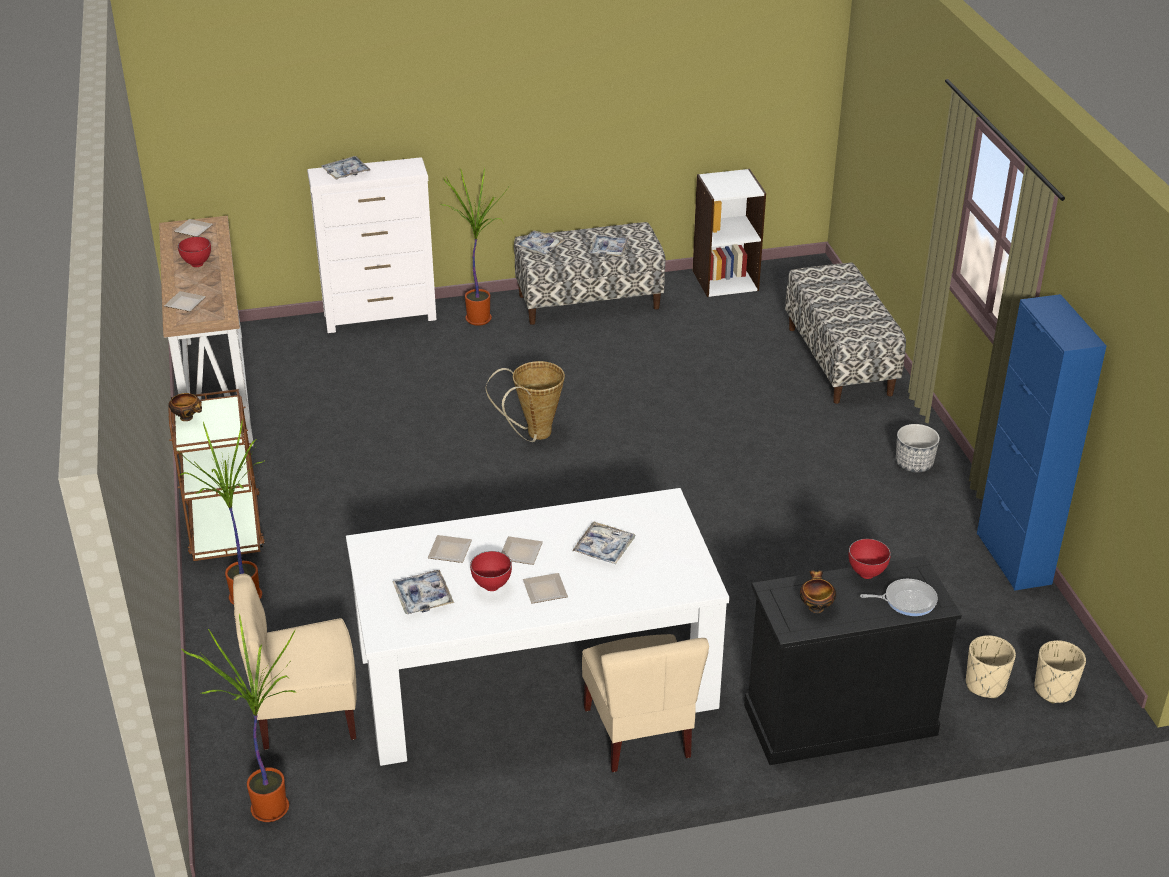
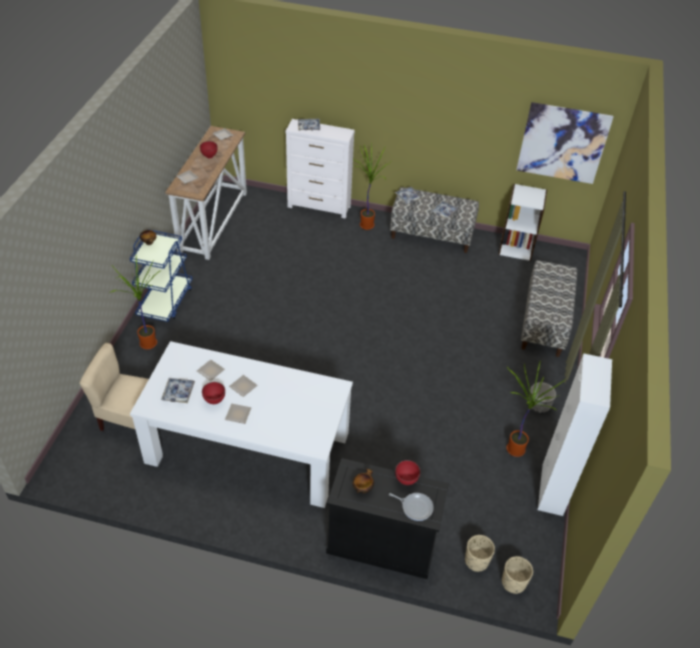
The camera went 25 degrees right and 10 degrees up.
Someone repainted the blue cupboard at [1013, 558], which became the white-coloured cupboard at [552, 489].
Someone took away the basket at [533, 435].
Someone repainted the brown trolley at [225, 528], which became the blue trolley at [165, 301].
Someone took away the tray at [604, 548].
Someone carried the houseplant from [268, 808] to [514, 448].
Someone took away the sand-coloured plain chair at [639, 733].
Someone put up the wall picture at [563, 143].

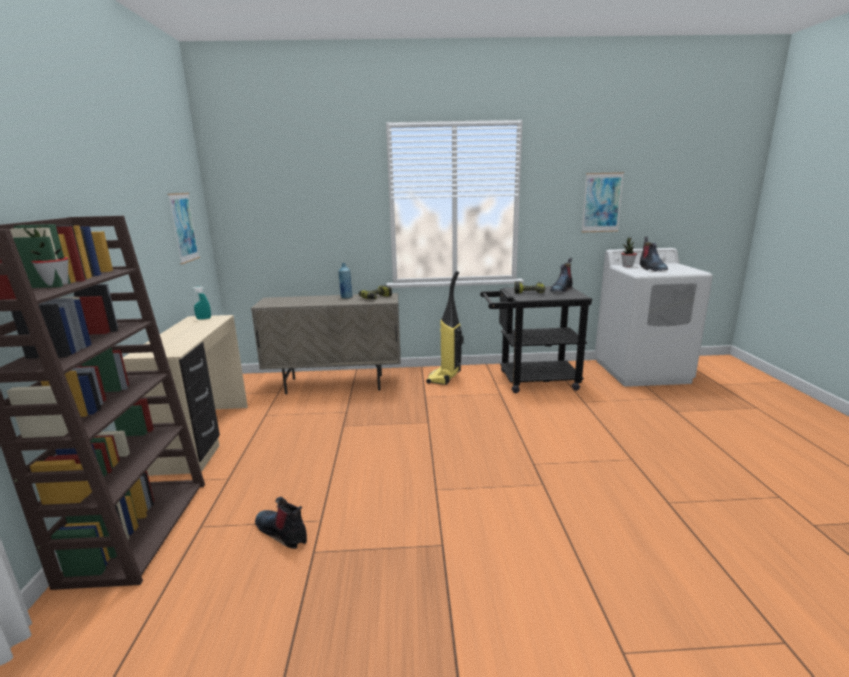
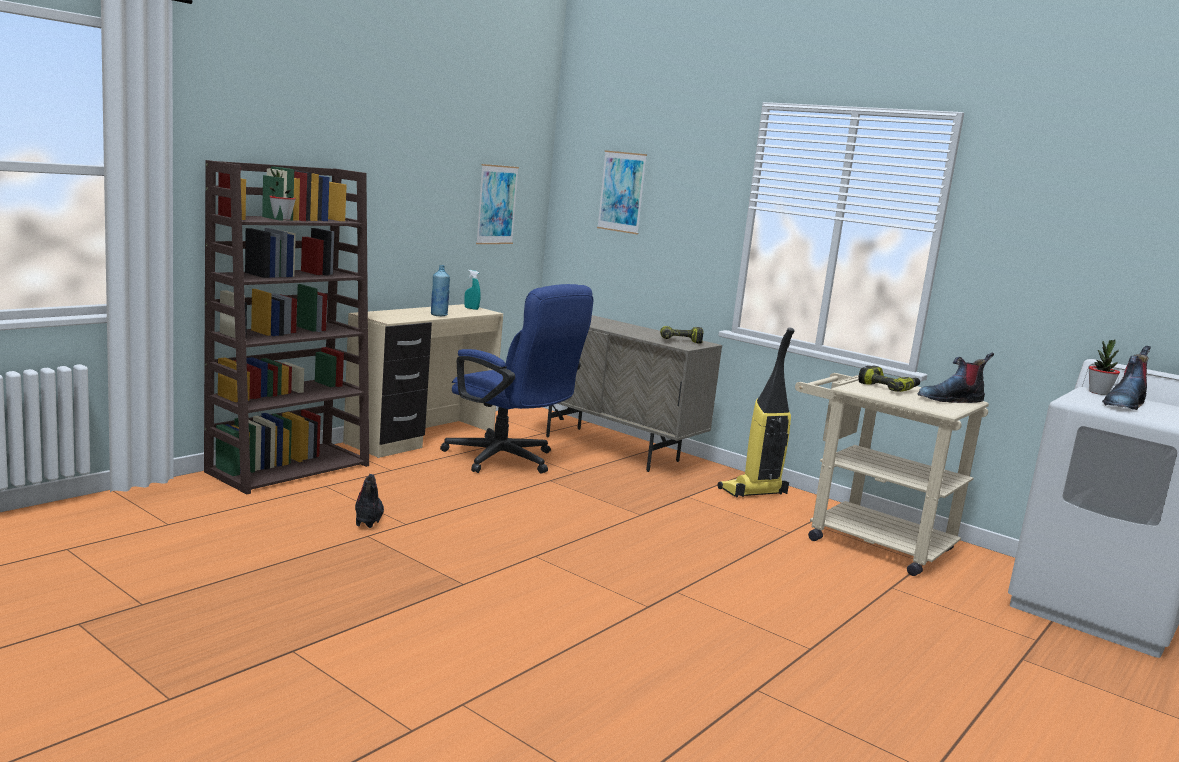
The camera went 40 degrees right and 5 degrees down.
Someone carried the wall picture from [602, 202] to [622, 192].
Someone carried the blue beverage bottle from [346, 297] to [439, 315].
Someone repainted the black-coloured trolley at [530, 380], which became the sand-coloured trolley at [867, 541].
Someone put down the blue desk chair at [508, 460].

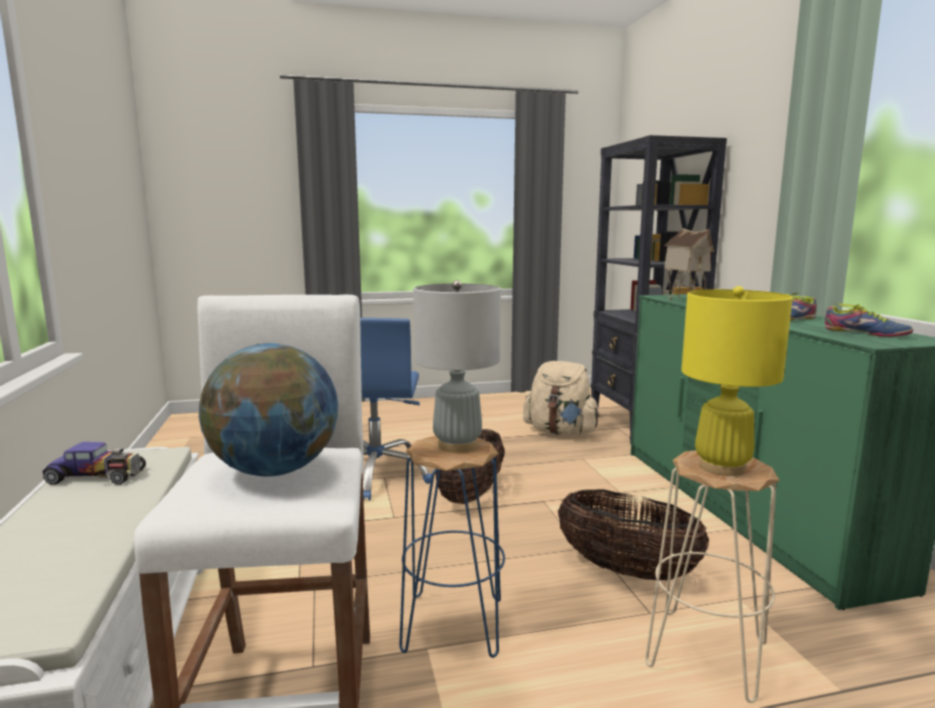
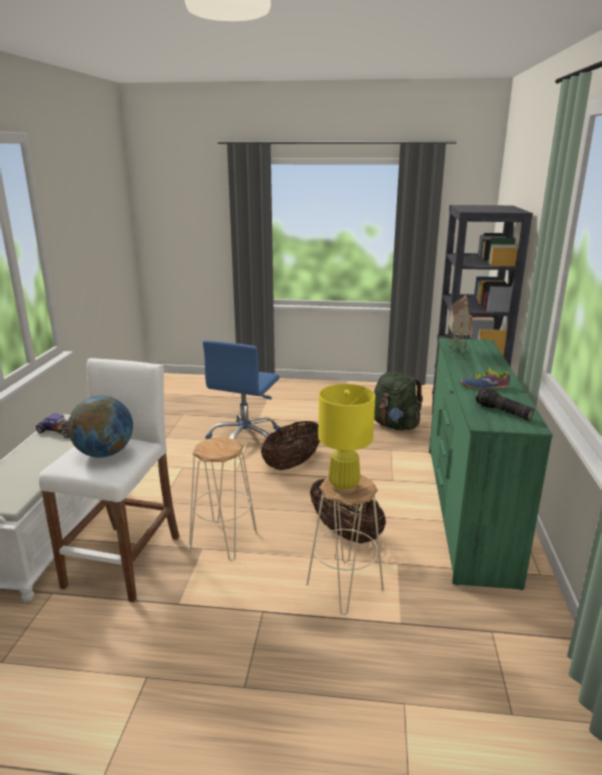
The camera went 20 degrees right and 10 degrees up.
Someone took away the gray lamp for a table at [457, 445].
Someone swapped the shoe at [865, 333] for the torch at [502, 412].
Someone repainted the sand-coloured backpack at [560, 432], which became the green-coloured backpack at [394, 425].
Someone repainted the blue stool seat at [454, 624], which became the sand-coloured stool seat at [224, 540].

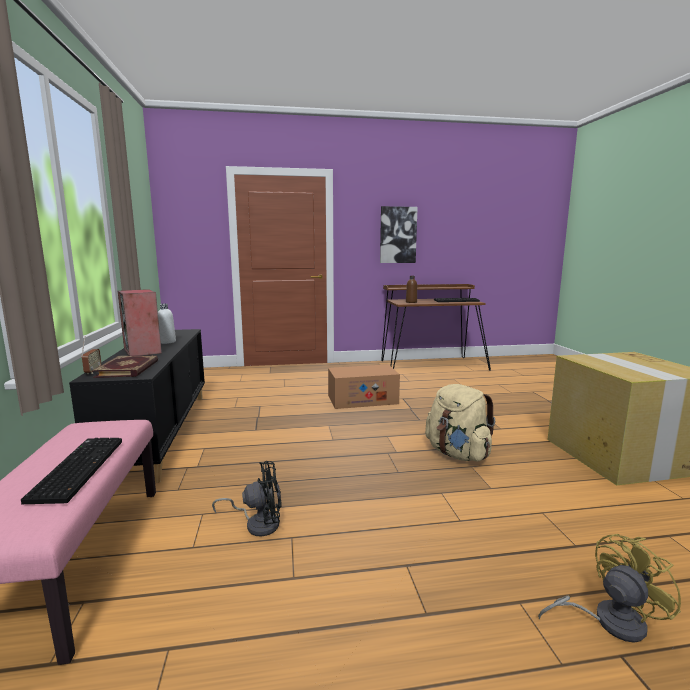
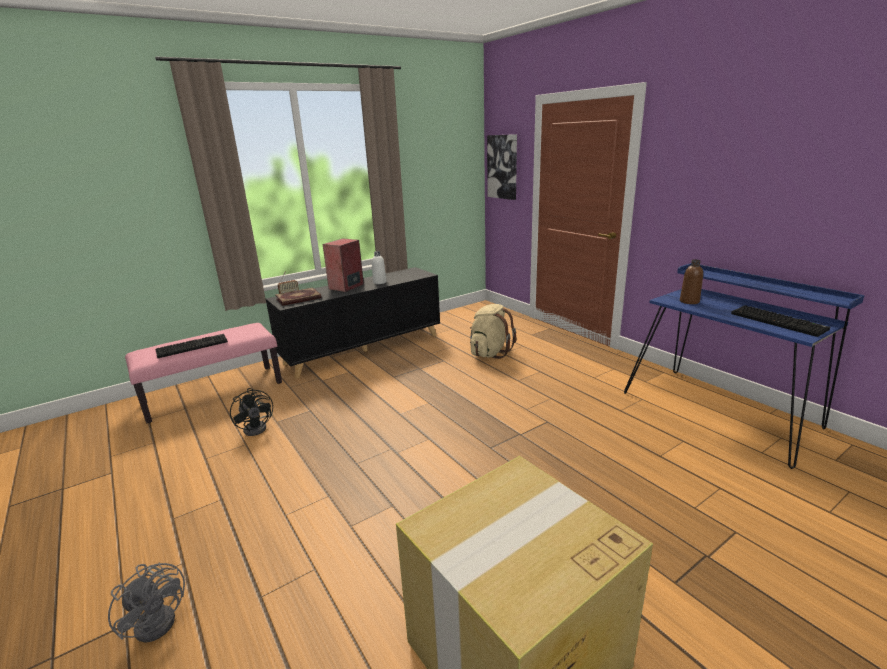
The camera went 65 degrees right and 10 degrees up.
Someone carried the wall picture from [398, 235] to [503, 167].
Someone repainted the brown desk at [431, 365], which became the blue desk at [722, 410].
Someone took away the carton at [362, 400].
Someone carried the sand-coloured backpack from [457, 454] to [489, 353].
Someone repainted the yellow cooling fan at [608, 621], which became the gray cooling fan at [160, 618].

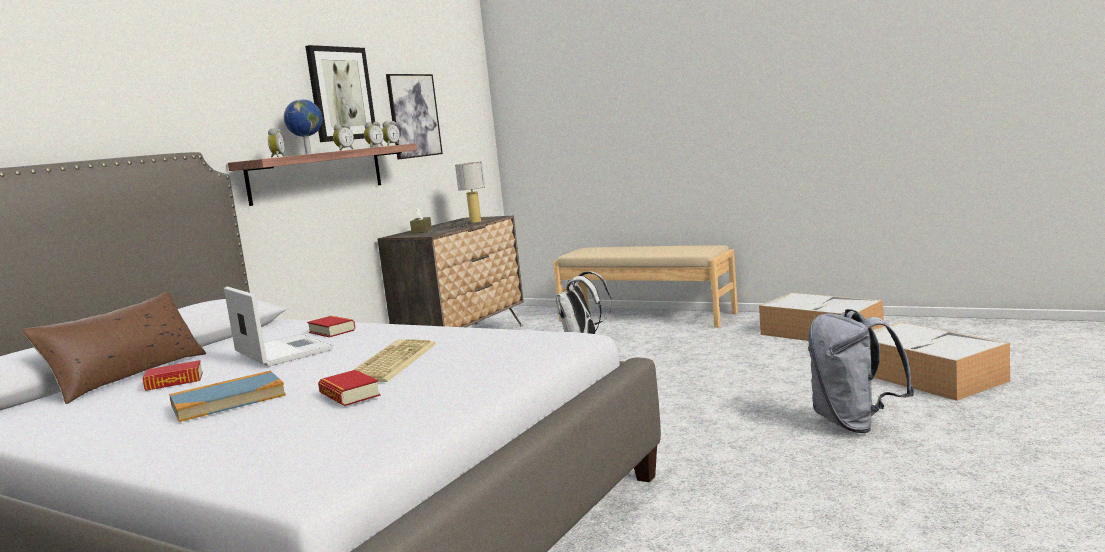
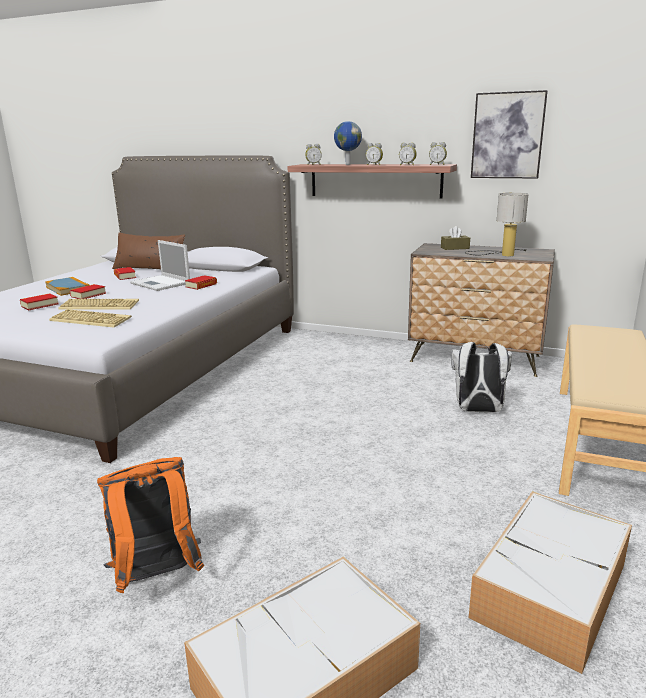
The camera went 80 degrees right and 10 degrees up.
Someone took away the wall picture at [341, 94].
Someone rotated the laptop at [282, 351] by 90 degrees clockwise.
Someone repainted the gray backpack at [855, 424], which became the orange backpack at [157, 577].
Someone put down the volume at [88, 295].
Someone put down the PC keyboard at [92, 319].

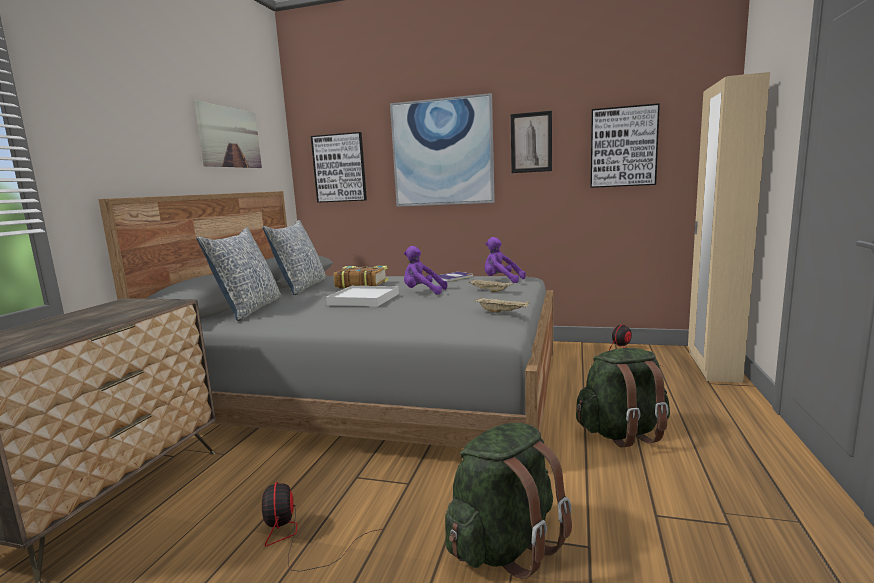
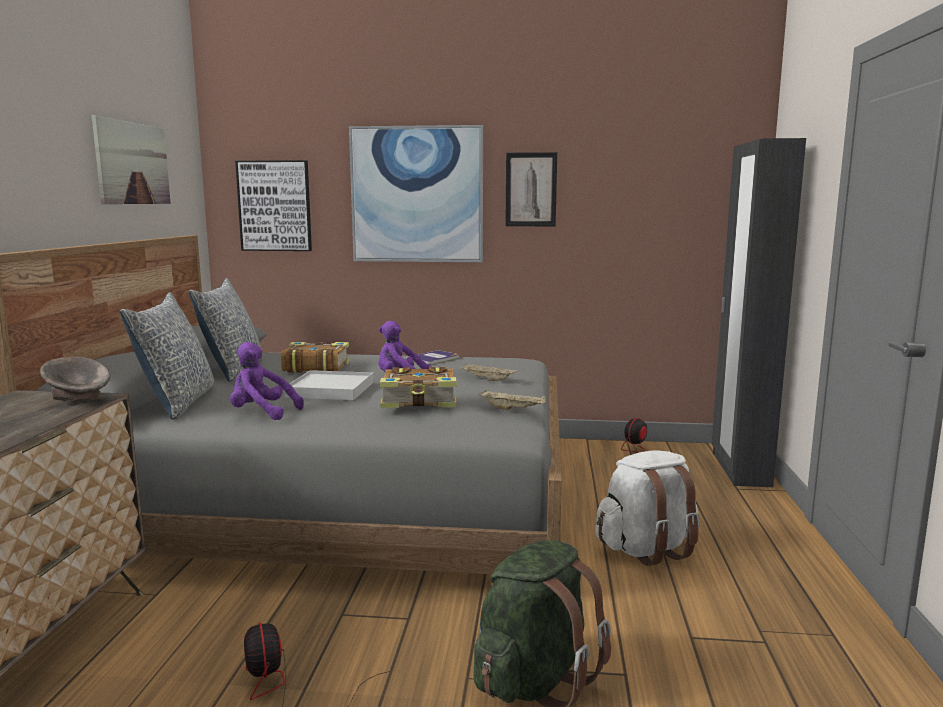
The camera went 10 degrees left and 0 degrees up.
Someone repainted the sand-coloured wardrobe at [712, 367], which became the black-coloured wardrobe at [739, 469].
Someone took away the wall picture at [623, 147].
Someone carried the purple soft toy from [501, 281] to [261, 413].
Someone repainted the green-coloured backpack at [622, 433], which became the white-coloured backpack at [647, 549].
Someone put down the gray bowl at [80, 402].
Someone put down the volume at [420, 401].

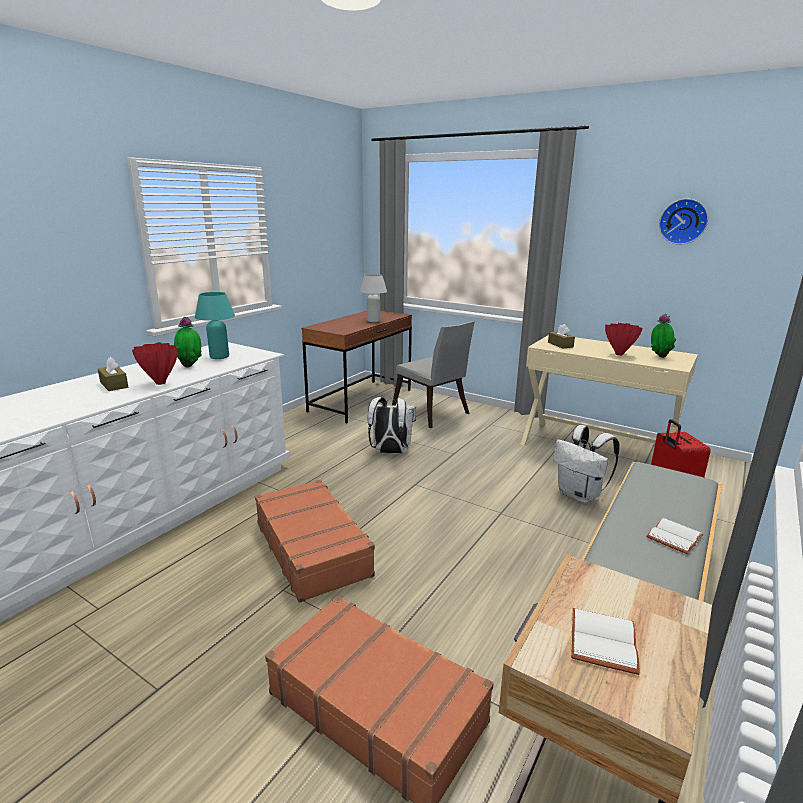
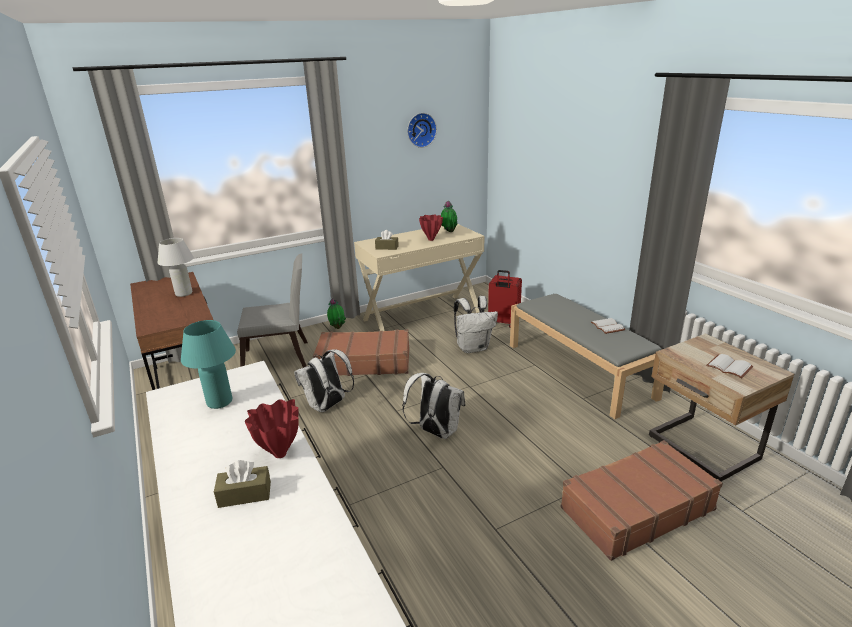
The camera went 60 degrees left and 5 degrees up.
Someone carried the houseplant from [190, 366] to [337, 327].
Someone carried the brown piece of luggage from [313, 548] to [364, 362].
Someone put down the white-coloured backpack at [435, 432].

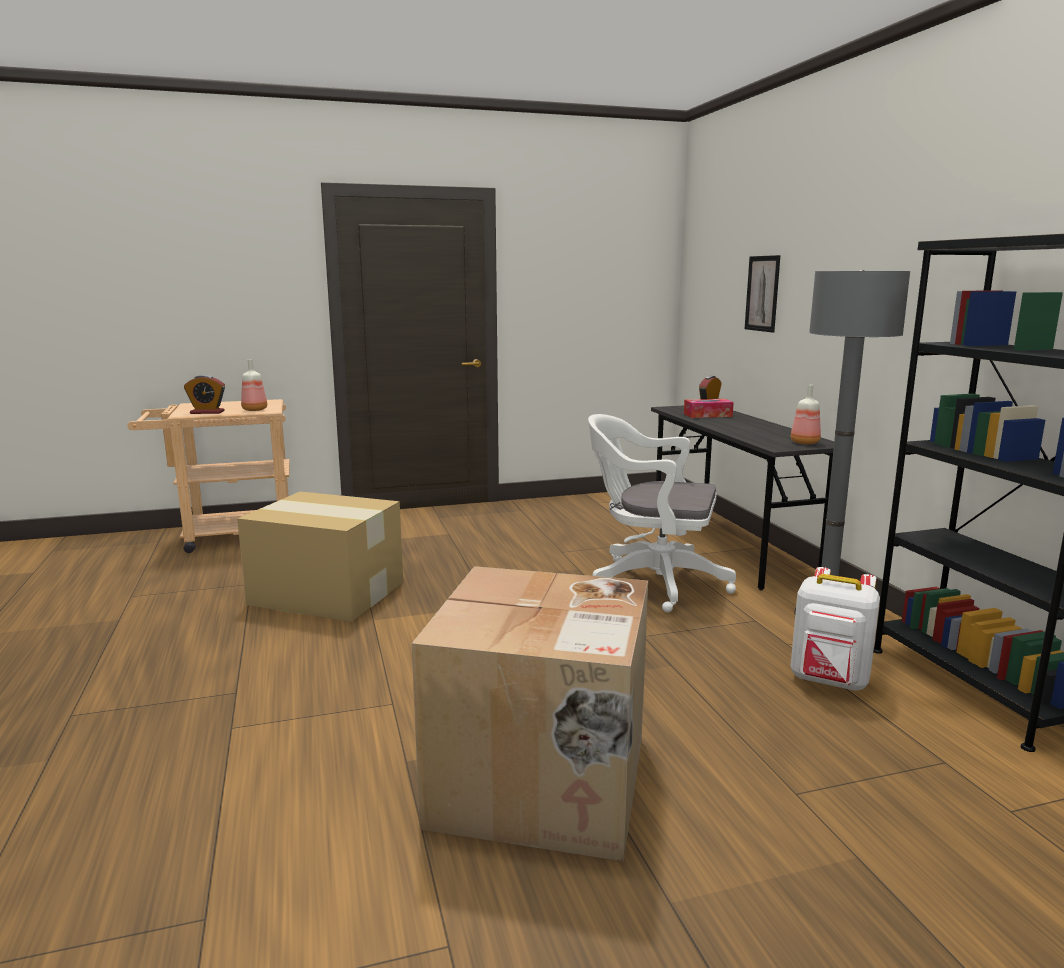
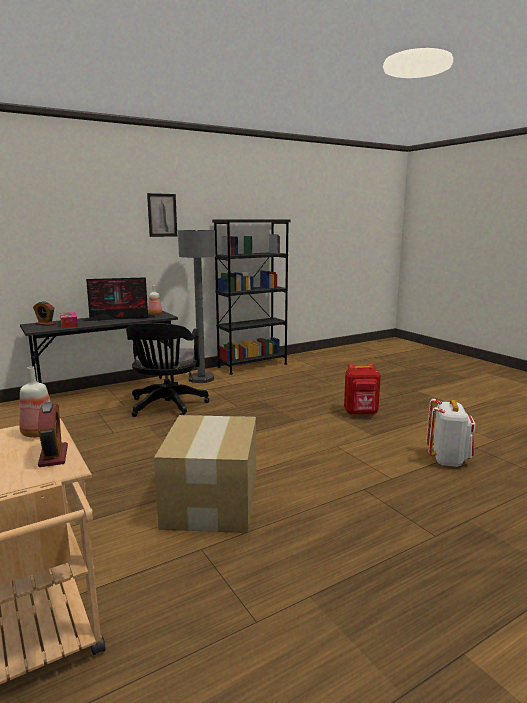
The camera went 105 degrees left and 0 degrees up.
Someone carried the wall picture from [762, 293] to [162, 215].
Someone repainted the white-coloured desk chair at [651, 582], which became the black-coloured desk chair at [167, 407].
Someone swapped the carton at [542, 783] for the reddish backpack at [361, 413].
Someone carried the white-coloured backpack from [829, 681] to [447, 460].
Someone put down the computer screen at [120, 318].

